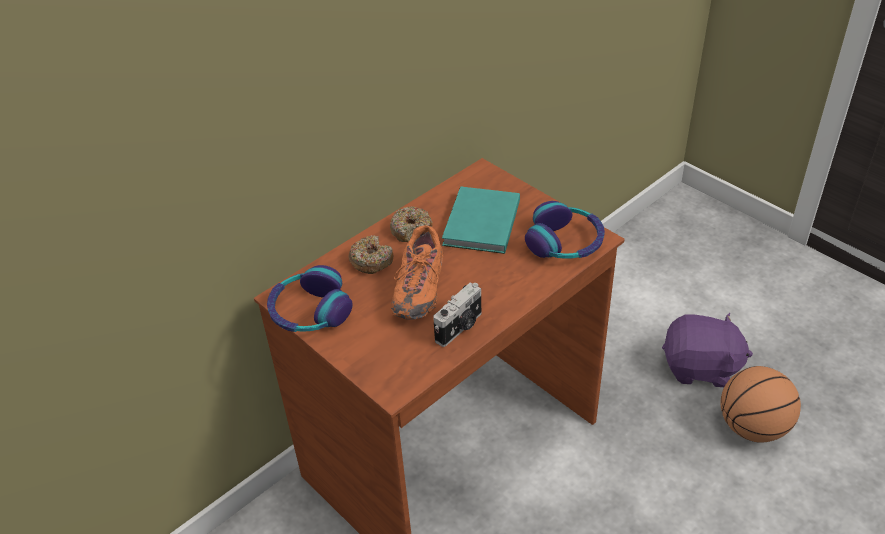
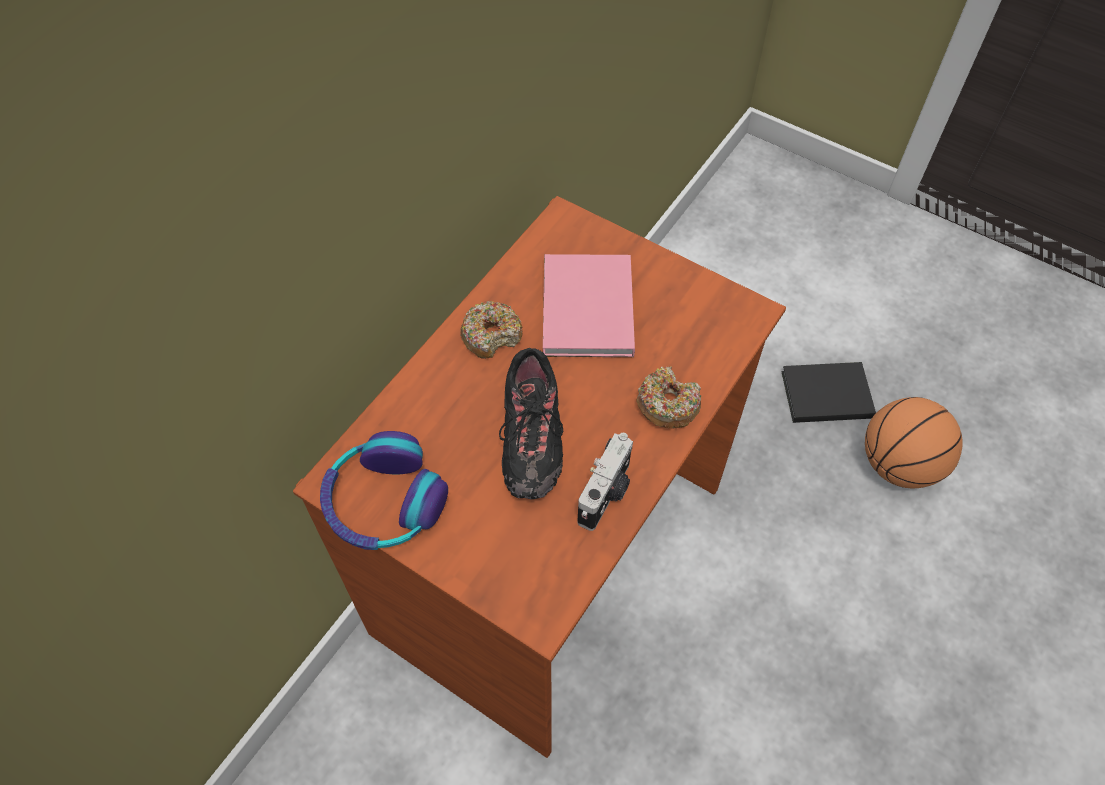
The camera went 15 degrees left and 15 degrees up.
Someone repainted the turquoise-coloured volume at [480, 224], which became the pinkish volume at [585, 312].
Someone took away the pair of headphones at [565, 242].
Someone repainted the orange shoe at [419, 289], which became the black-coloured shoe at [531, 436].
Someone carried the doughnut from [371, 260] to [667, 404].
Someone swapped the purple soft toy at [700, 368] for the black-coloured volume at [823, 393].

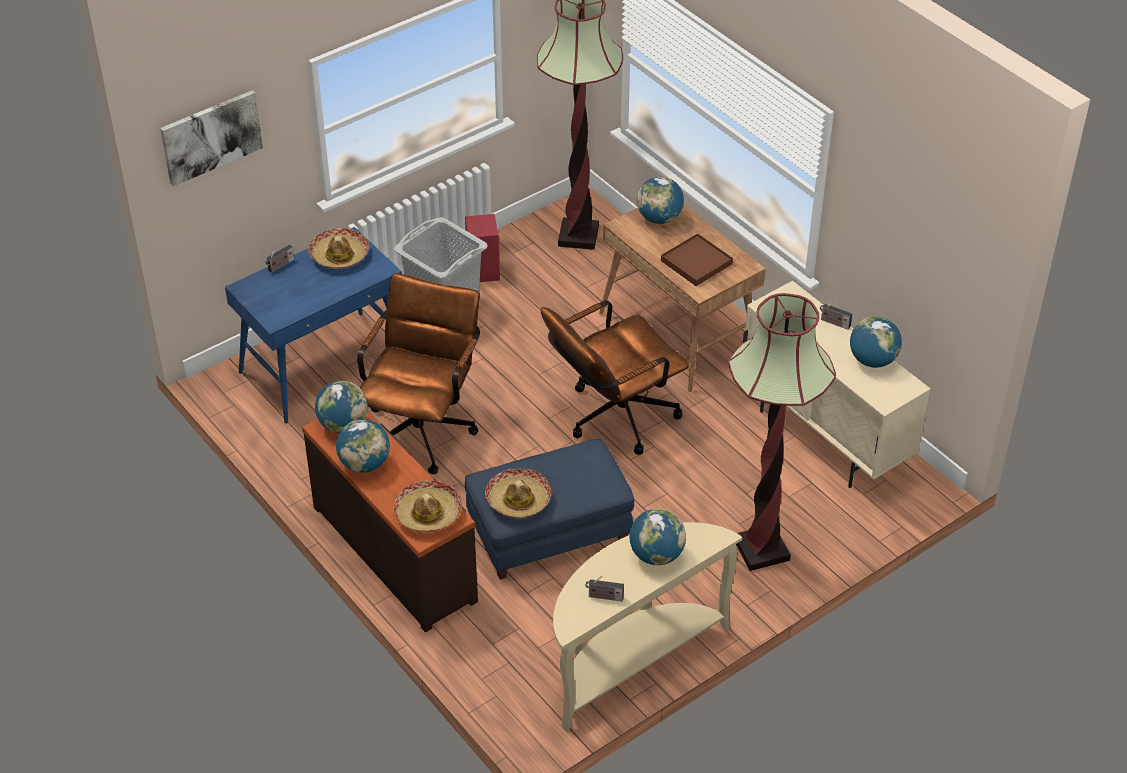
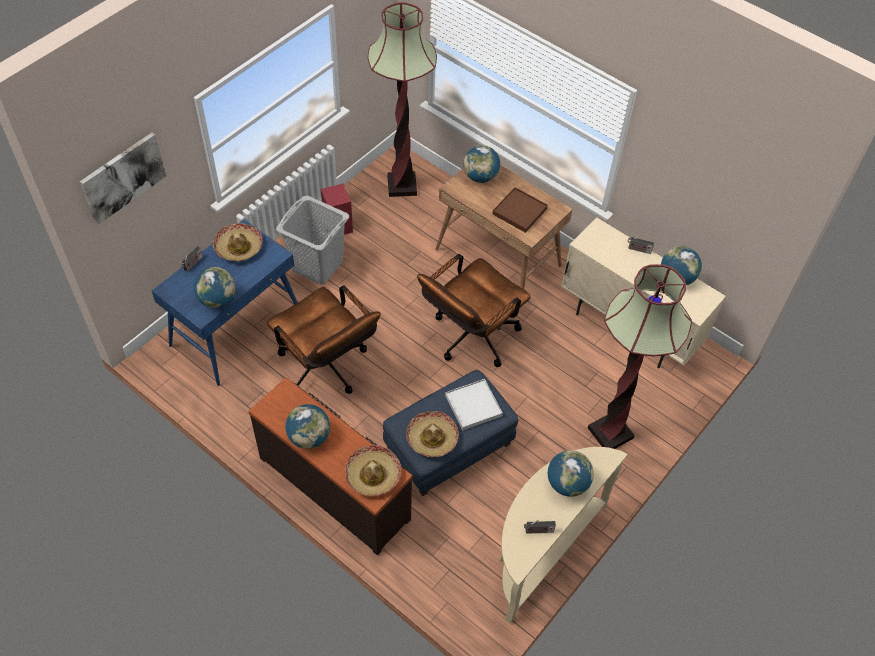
The camera went 15 degrees left and 10 degrees up.
Someone rotated the brown desk chair at [423, 426] by 135 degrees clockwise.
Someone carried the desk globe from [343, 425] to [217, 299].
Someone put down the white-coloured tray at [473, 406].

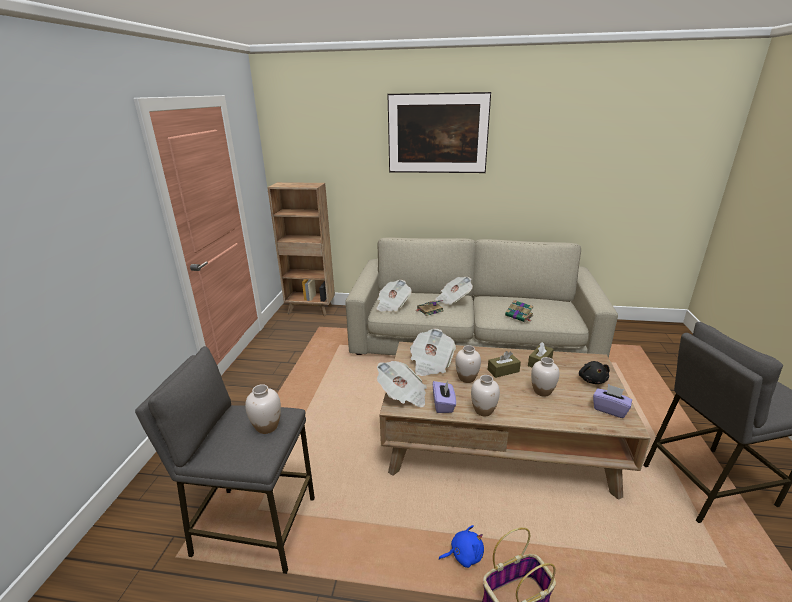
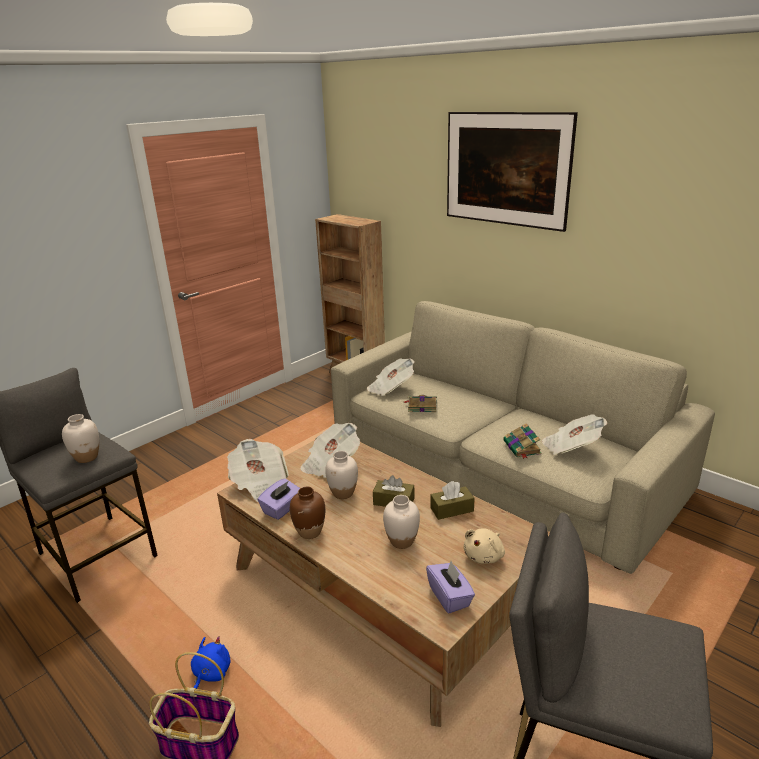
The camera went 35 degrees right and 0 degrees up.
Someone carried the newspaper from [453, 299] to [571, 447].
Someone repainted the black-coloured soft toy at [592, 380], which became the sand-coloured soft toy at [484, 556].
Someone repainted the white-coloured decorative vase at [483, 410], which became the brown decorative vase at [310, 532].
Someone rotated the blue soft toy at [464, 555] by 90 degrees counterclockwise.

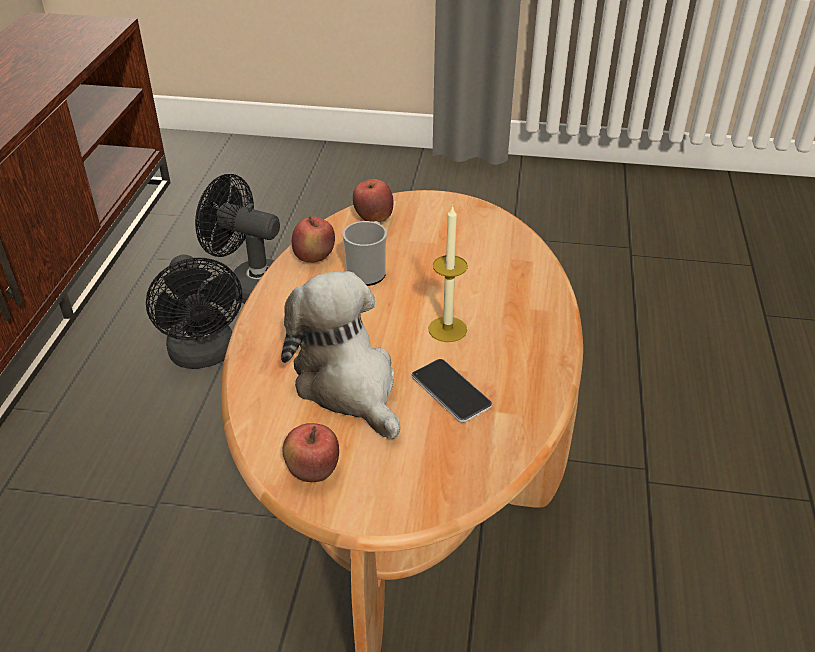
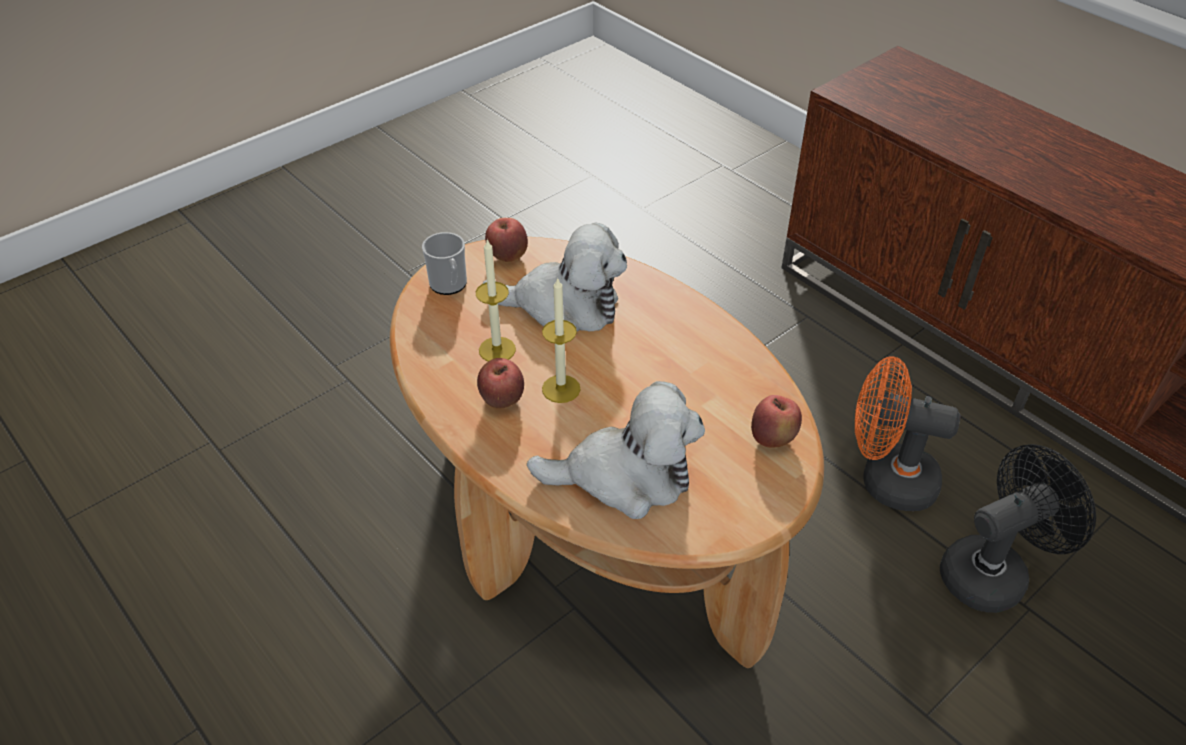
The camera went 130 degrees right and 5 degrees up.
Someone carried the apple fruit from [314, 258] to [502, 401].
Someone carried the coffee mug from [368, 271] to [449, 286].
Someone repainted the black-coloured cooling fan at [204, 355], which became the orange cooling fan at [886, 479].
Someone swapped the telephone at [451, 391] for the wax candle at [497, 349].
Someone put down the soft toy at [625, 477].

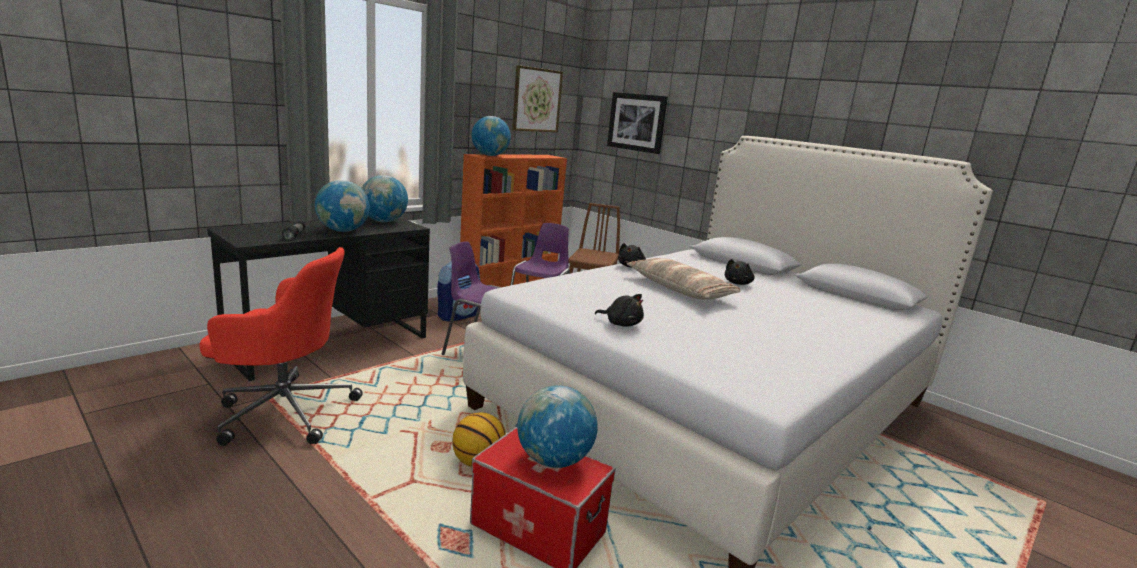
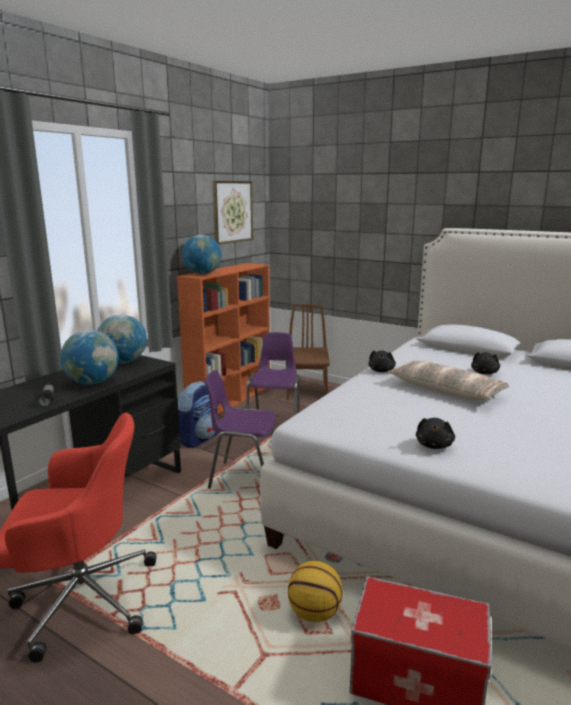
The camera went 10 degrees left and 0 degrees up.
Someone took away the wall picture at [637, 122].
Someone rotated the black-coloured soft toy at [621, 324] by 90 degrees clockwise.
Someone took away the desk globe at [553, 460].

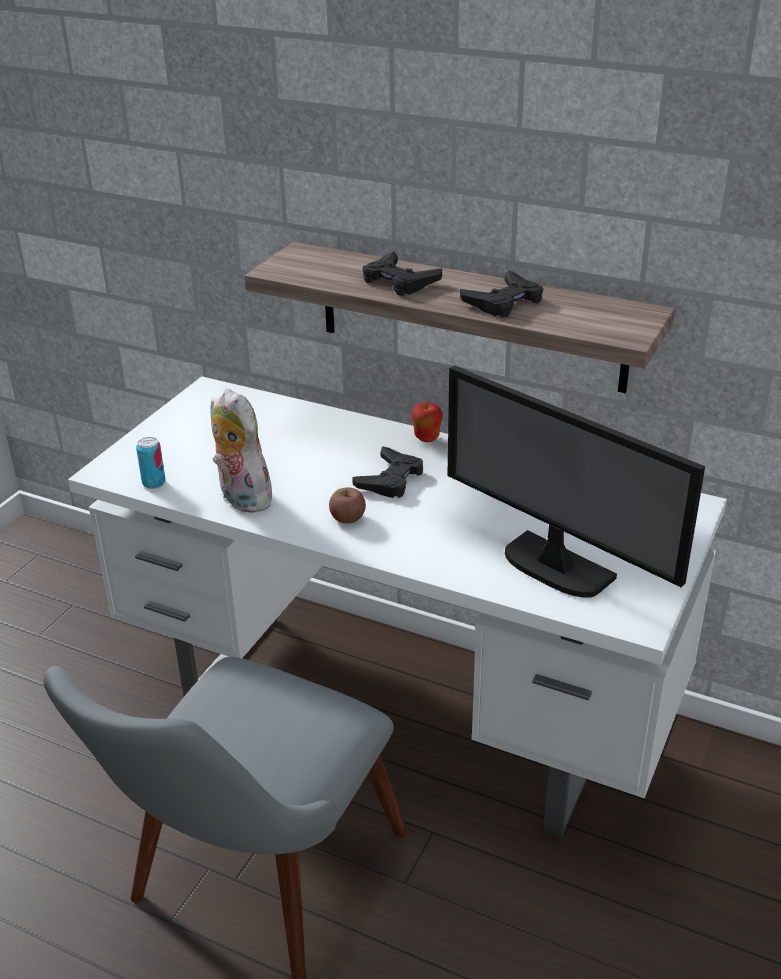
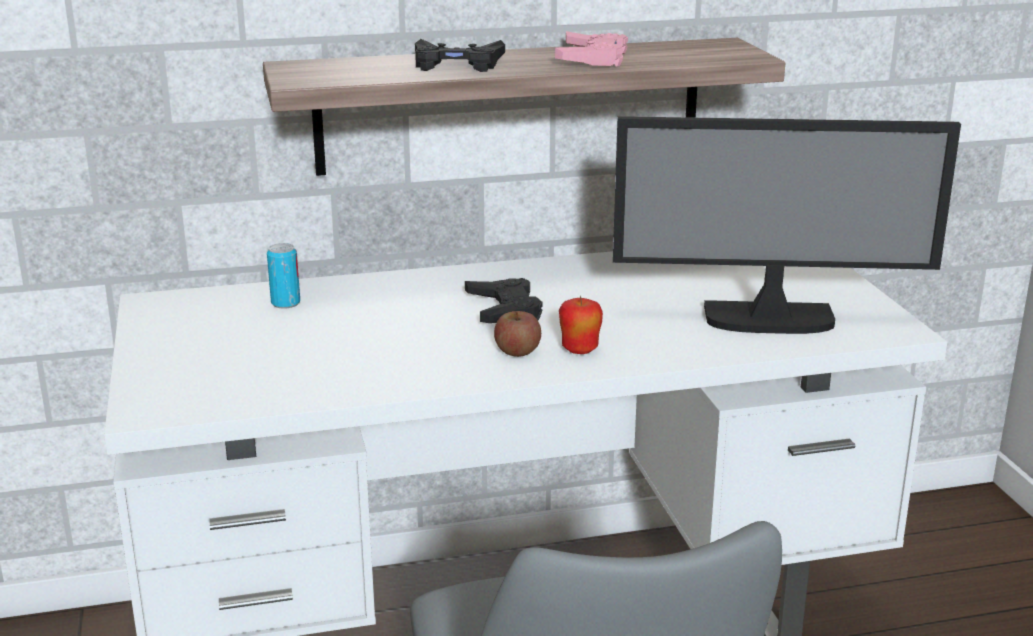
The camera went 40 degrees left and 10 degrees down.
Someone repainted the black-coloured game controller at [504, 302], which became the pinkish game controller at [592, 58].
Someone took away the soft toy at [241, 498].
Someone carried the apple fruit from [426, 438] to [579, 350].
Someone carried the metal can from [154, 482] to [285, 303].

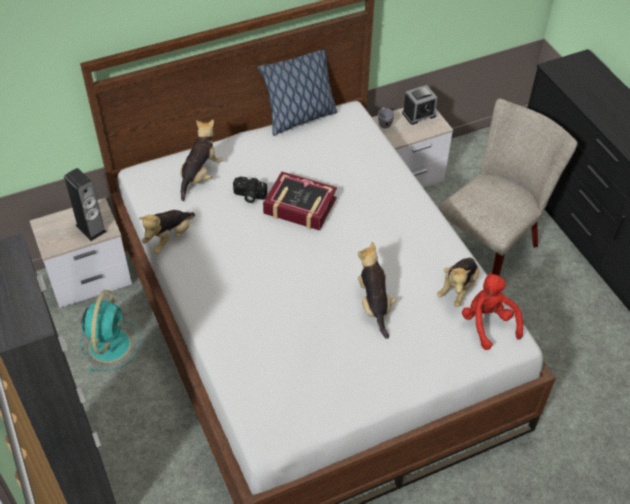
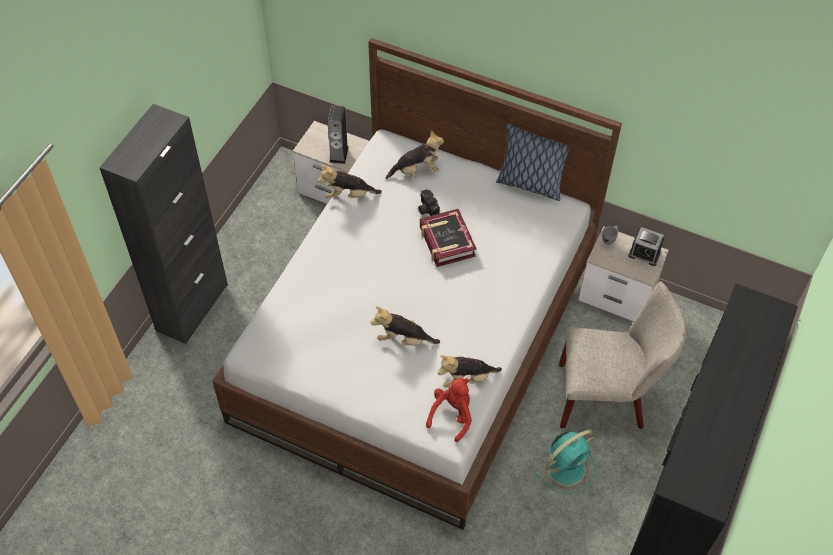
The camera went 50 degrees right and 5 degrees up.
Someone rotated the soft toy at [374, 305] by 120 degrees counterclockwise.
Someone carried the turquoise-coloured cooling fan from [110, 343] to [567, 467].

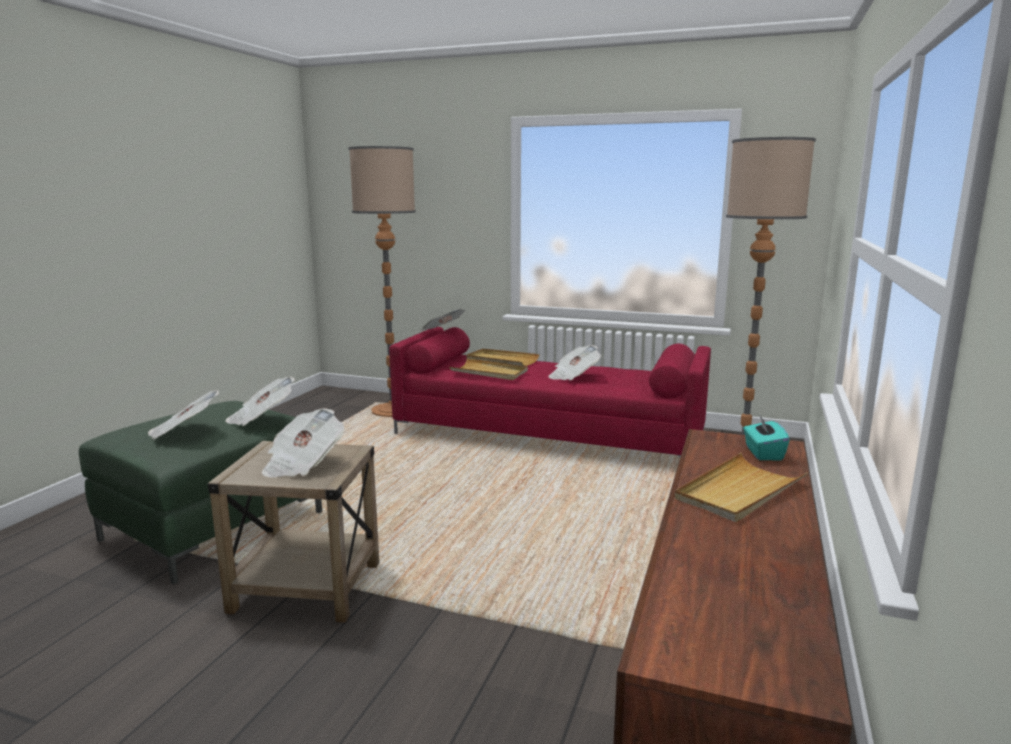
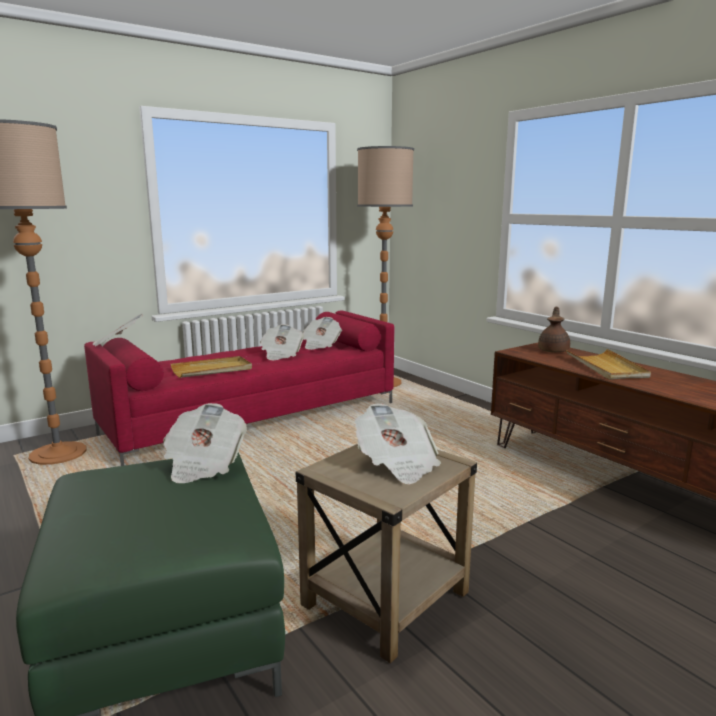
The camera went 55 degrees left and 0 degrees up.
Someone took away the sand-coloured tray at [502, 360].
Someone carried the newspaper from [184, 433] to [321, 345].
Someone swapped the turquoise-coloured tissue box at [763, 453] for the brown tea pot at [554, 350].

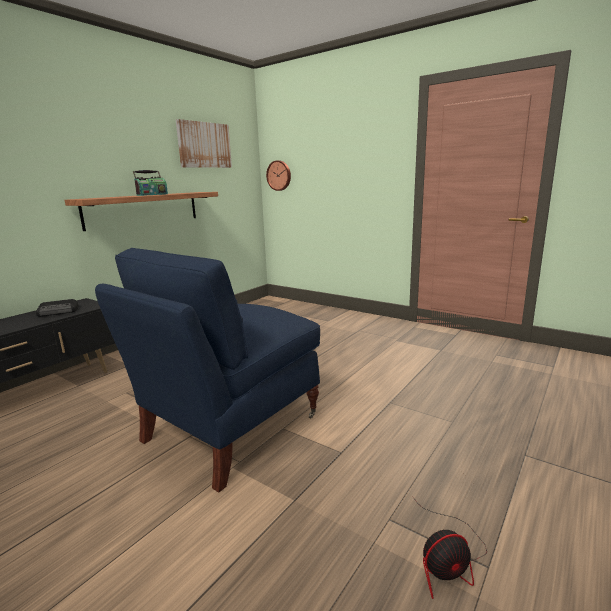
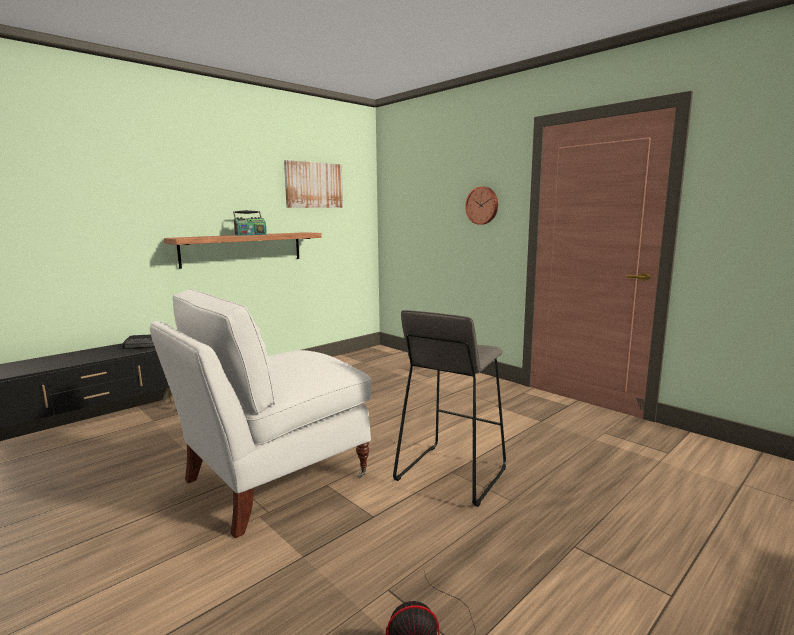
The camera went 10 degrees right and 5 degrees down.
Someone carried the hanging clock from [279, 175] to [482, 205].
Someone repainted the blue lounge chair at [229, 429], which became the white-coloured lounge chair at [273, 479].
Someone put down the gray stool seat at [450, 474].

